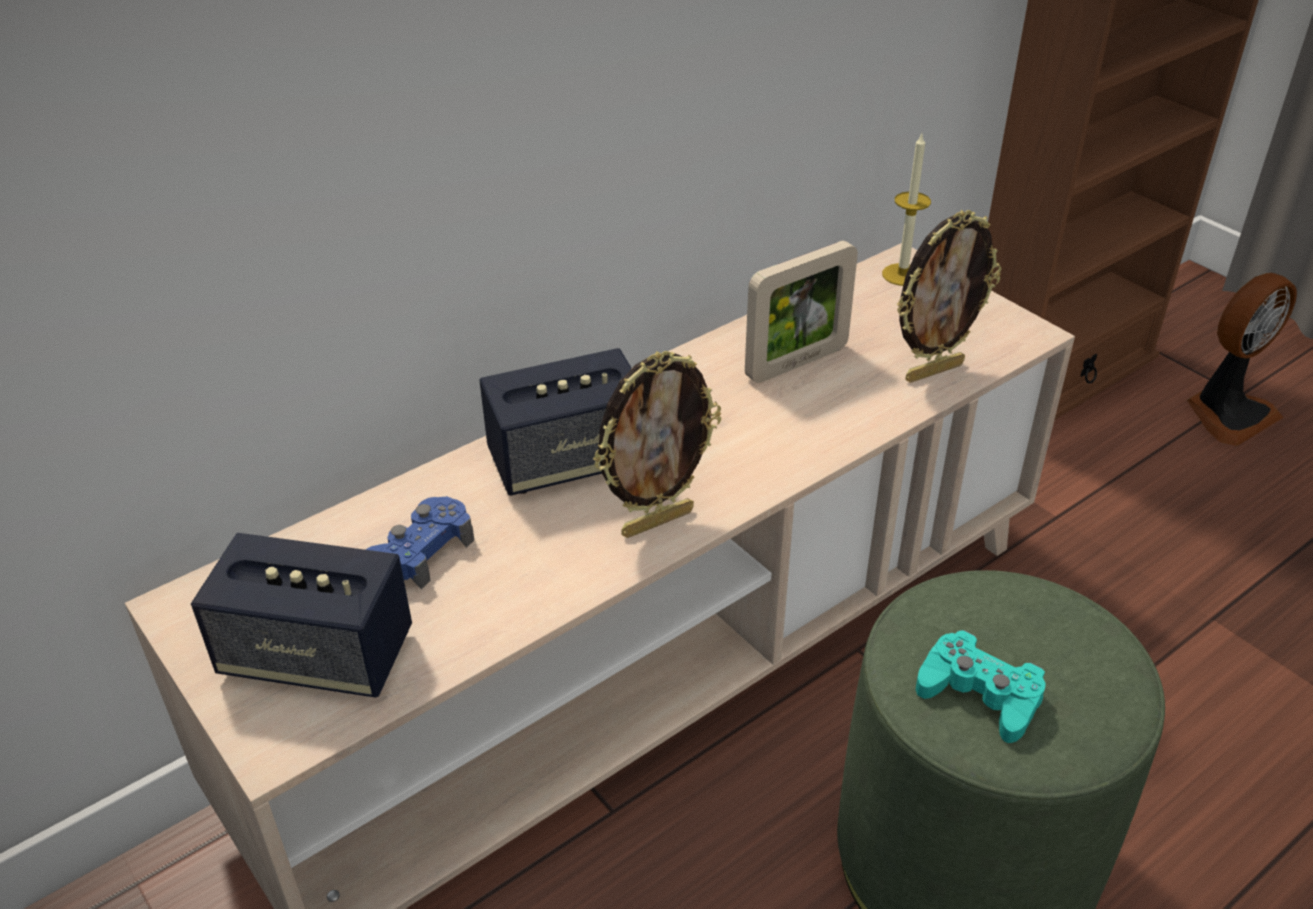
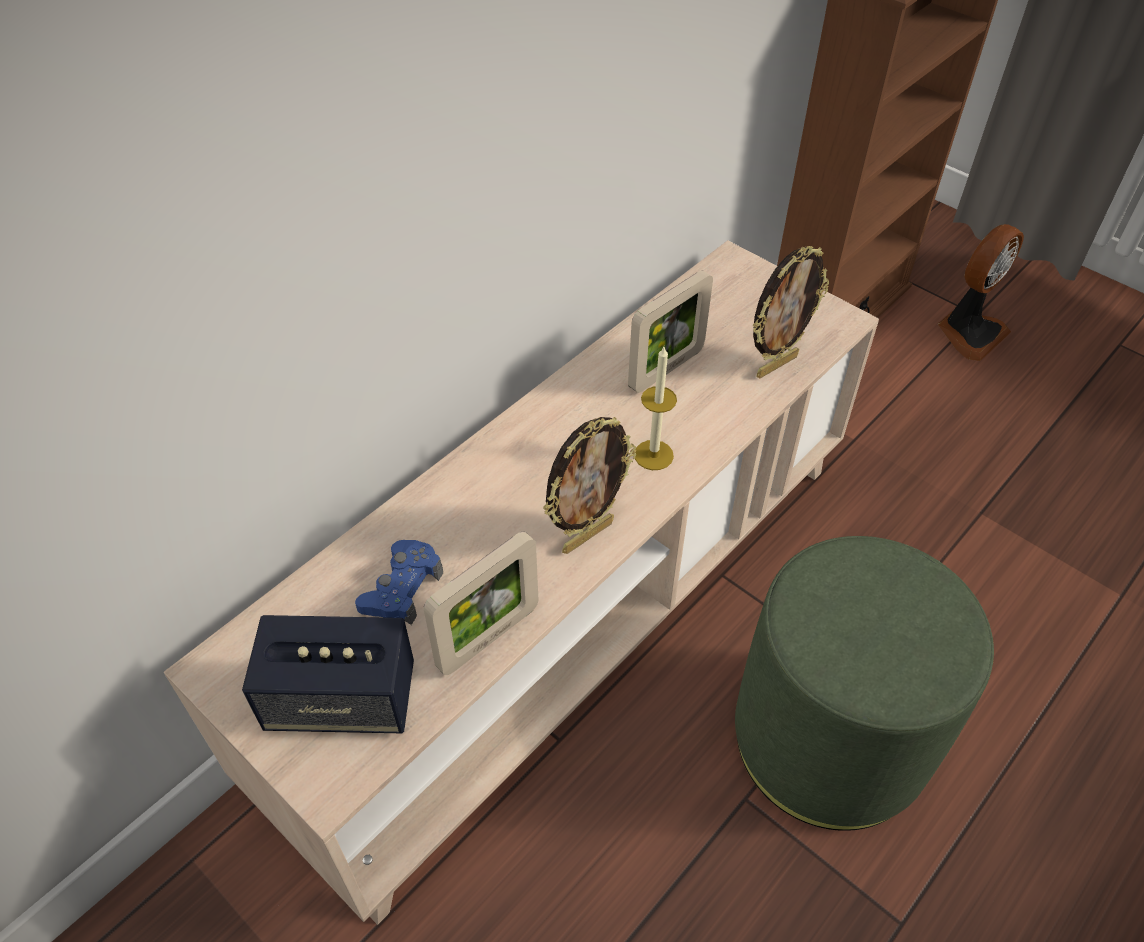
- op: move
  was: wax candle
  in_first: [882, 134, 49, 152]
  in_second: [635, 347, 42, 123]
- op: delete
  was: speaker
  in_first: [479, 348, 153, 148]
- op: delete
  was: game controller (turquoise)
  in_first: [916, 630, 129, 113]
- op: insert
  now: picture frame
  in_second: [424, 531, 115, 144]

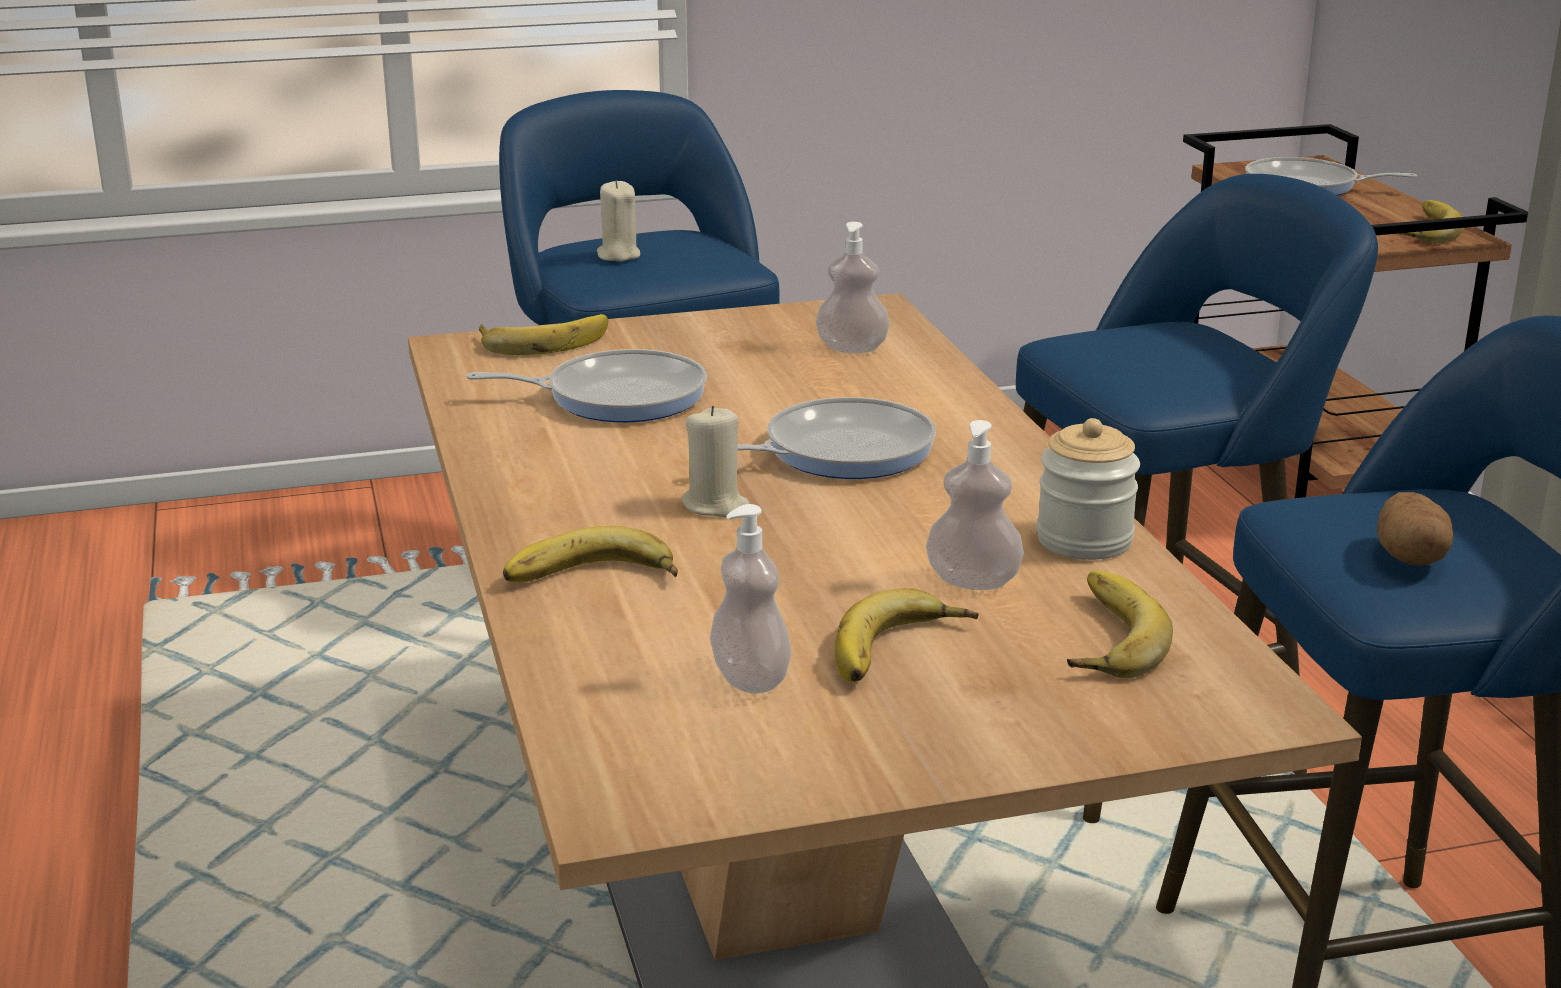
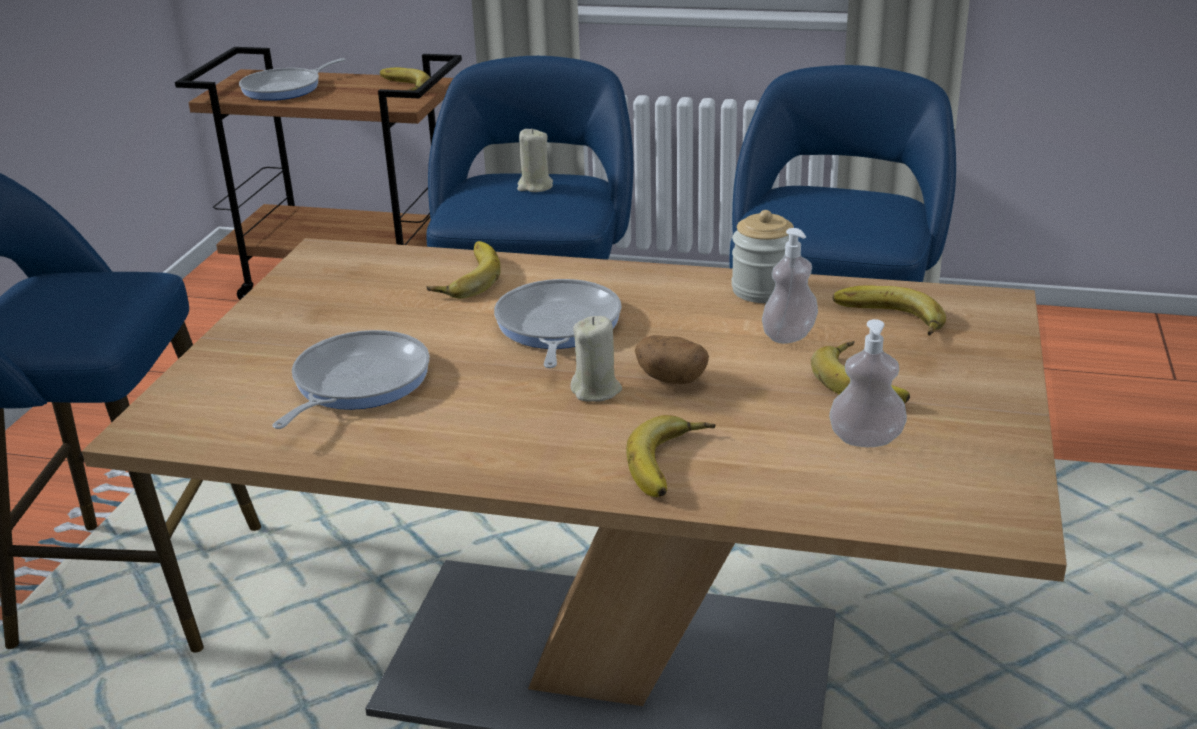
- op: move
  was: wax candle (sand-coloured)
  in_first: [597, 180, 43, 81]
  in_second: [517, 128, 36, 64]
- op: delete
  was: liquid soap bottle
  in_first: [816, 222, 74, 131]
- op: move
  was: whole banana
  in_first: [479, 314, 129, 41]
  in_second: [426, 241, 75, 58]
- op: move
  was: potato
  in_first: [1377, 492, 76, 73]
  in_second: [635, 335, 74, 49]

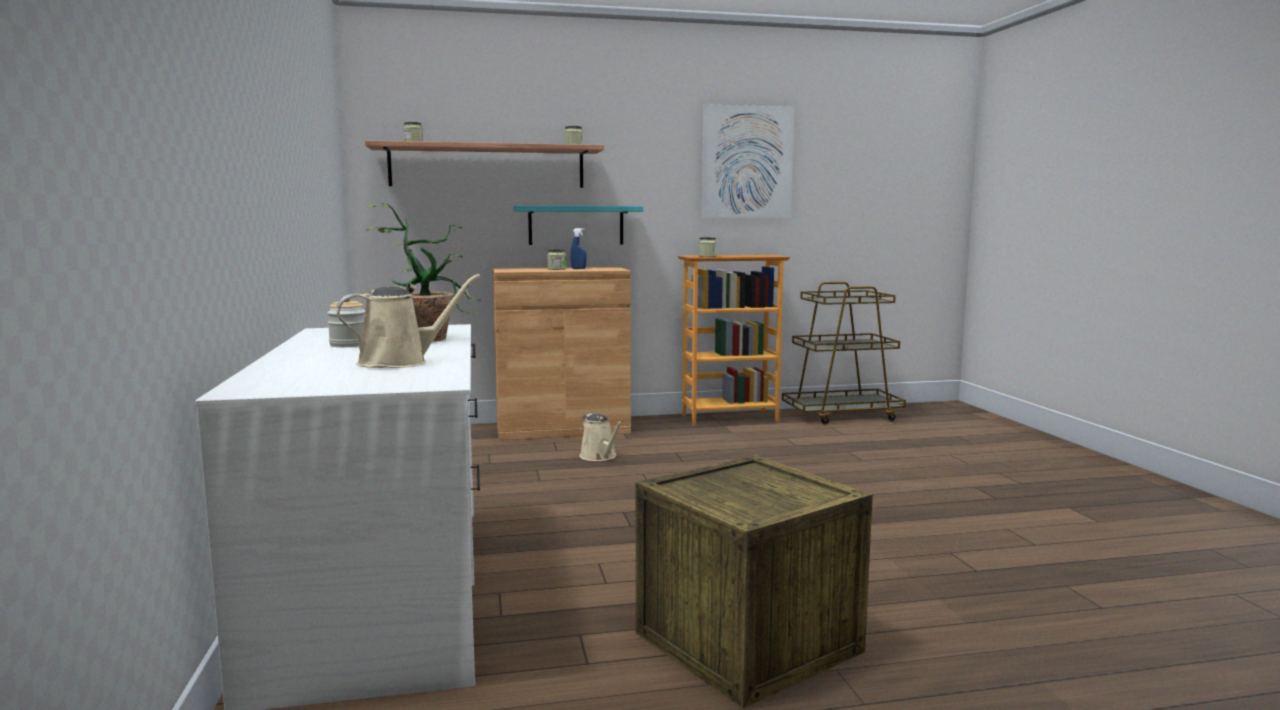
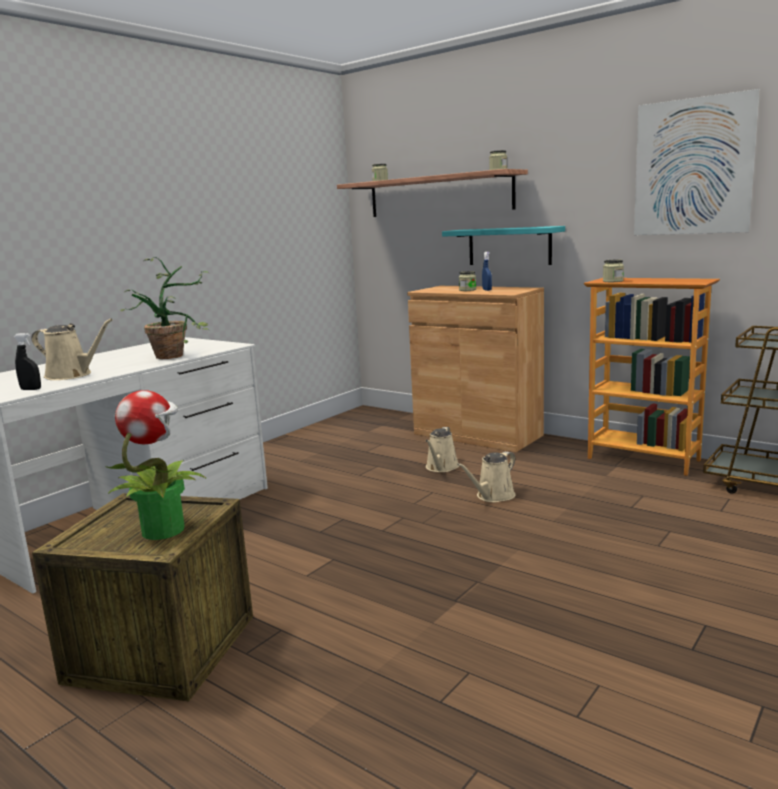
- op: delete
  was: preserve jar
  in_first: [327, 295, 38, 52]
- op: insert
  now: spray bottle (black-coloured)
  in_second: [14, 333, 27, 57]
- op: insert
  now: plant in a pot
  in_second: [104, 390, 103, 150]
- op: insert
  now: watering can (sand-coloured)
  in_second: [457, 451, 58, 51]

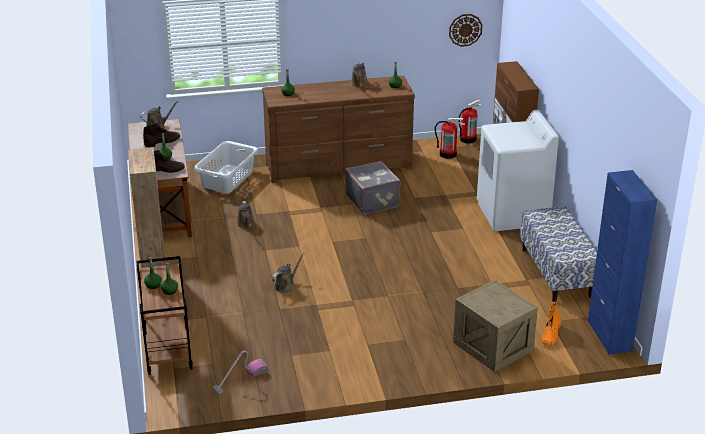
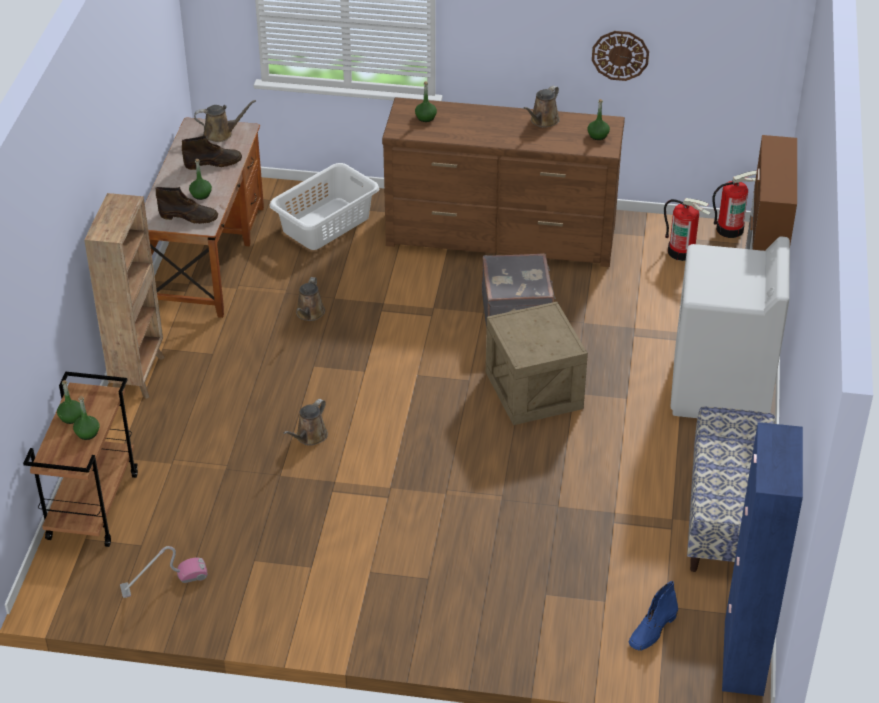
- op: move
  was: wall clock
  in_first: [449, 14, 33, 33]
  in_second: [592, 31, 57, 50]
- op: rotate
  was: watering can (brownish)
  in_first: [272, 253, 32, 40]
  in_second: [283, 399, 45, 47]
  clockwise: 150
- op: move
  was: crate
  in_first: [453, 280, 85, 92]
  in_second: [486, 302, 102, 123]
- op: recolor
  was: boot (orangey)
  now: boot (bluish)
  in_first: [542, 302, 19, 44]
  in_second: [629, 581, 49, 70]

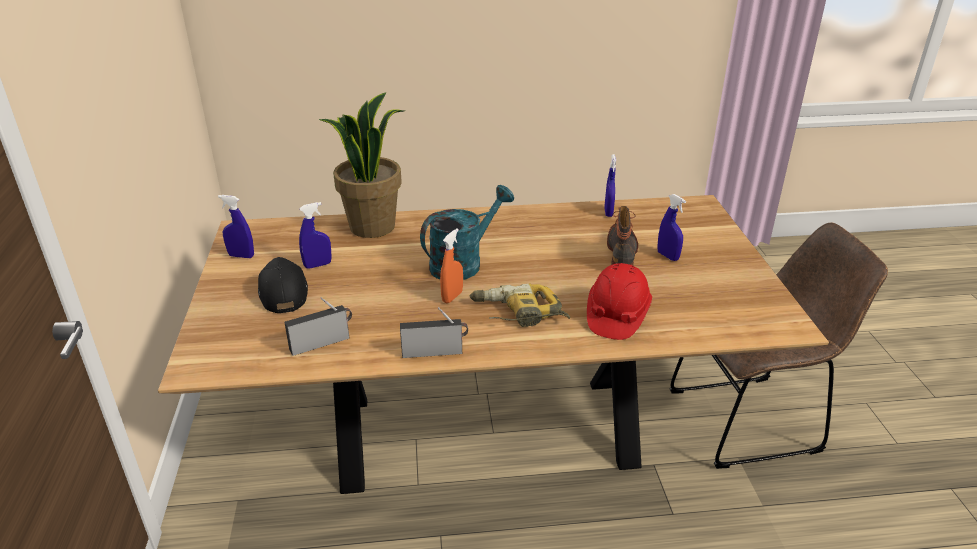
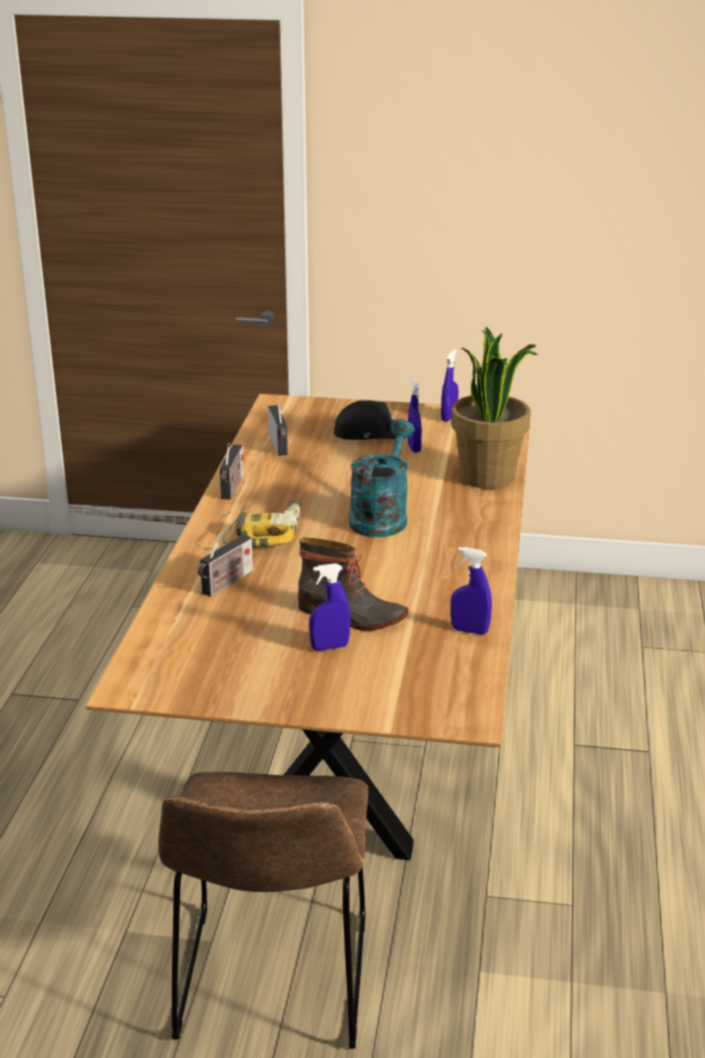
- op: rotate
  was: watering can (turquoise)
  in_first: [420, 185, 94, 95]
  in_second: [349, 419, 66, 118]
  clockwise: -135
- op: delete
  was: spray bottle (orangey)
  in_first: [440, 229, 23, 74]
- op: replace
  was: safety helmet (red)
  now: radio set
  in_first: [587, 263, 65, 77]
  in_second: [198, 533, 55, 64]

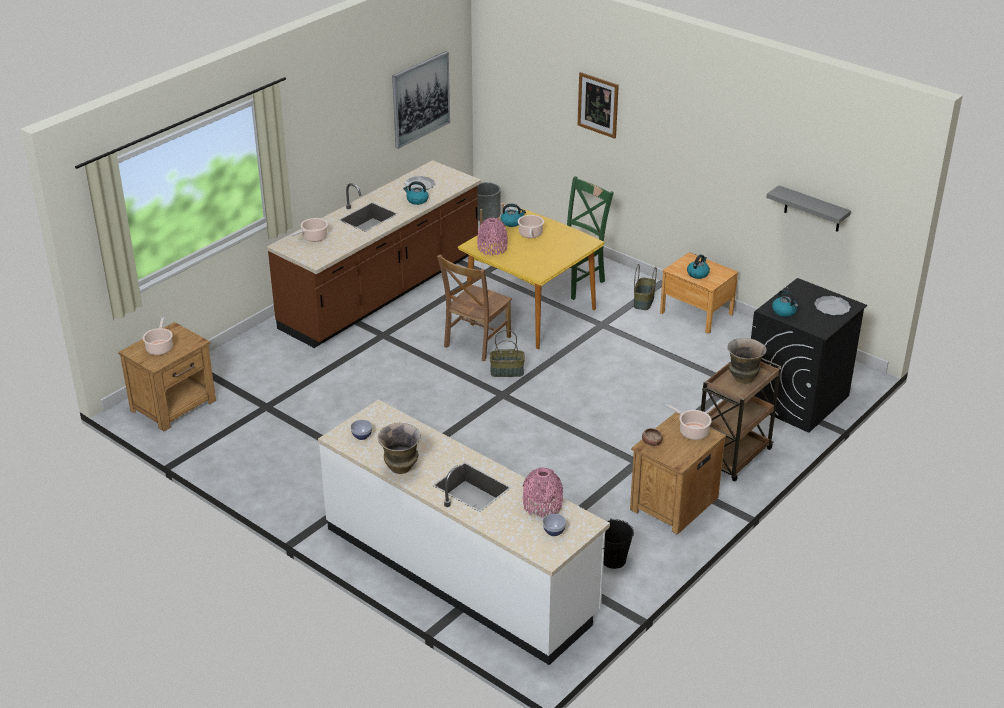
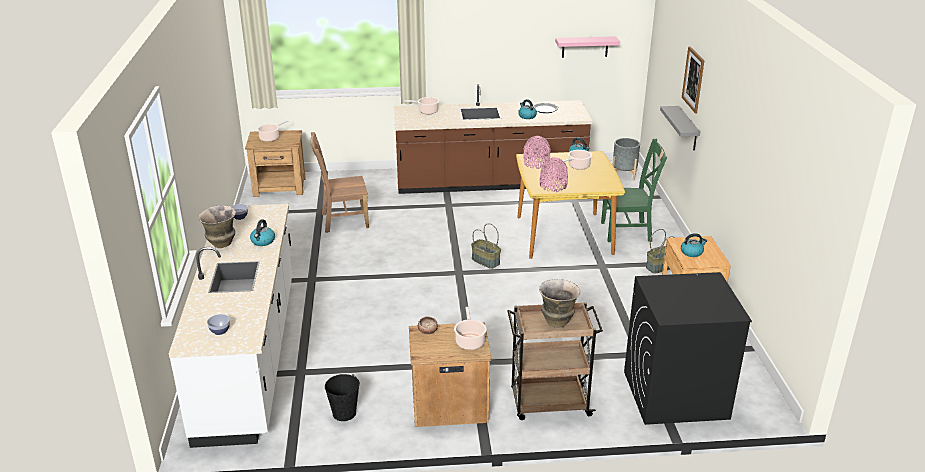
- op: replace
  was: wall art
  now: wall shelf (pink)
  in_first: [392, 51, 58, 98]
  in_second: [555, 36, 65, 22]
- op: move
  was: wall shelf (greyish)
  in_first: [766, 185, 85, 47]
  in_second: [660, 106, 40, 44]
- op: move
  was: upright chair (brownish)
  in_first: [437, 255, 75, 106]
  in_second: [310, 132, 59, 101]
- op: move
  was: tea kettle
  in_first: [772, 290, 26, 27]
  in_second: [250, 220, 25, 26]
- op: delete
  was: flat dish
  in_first: [814, 296, 37, 19]
- op: move
  was: vase (pink)
  in_first: [523, 468, 40, 50]
  in_second: [540, 157, 28, 35]

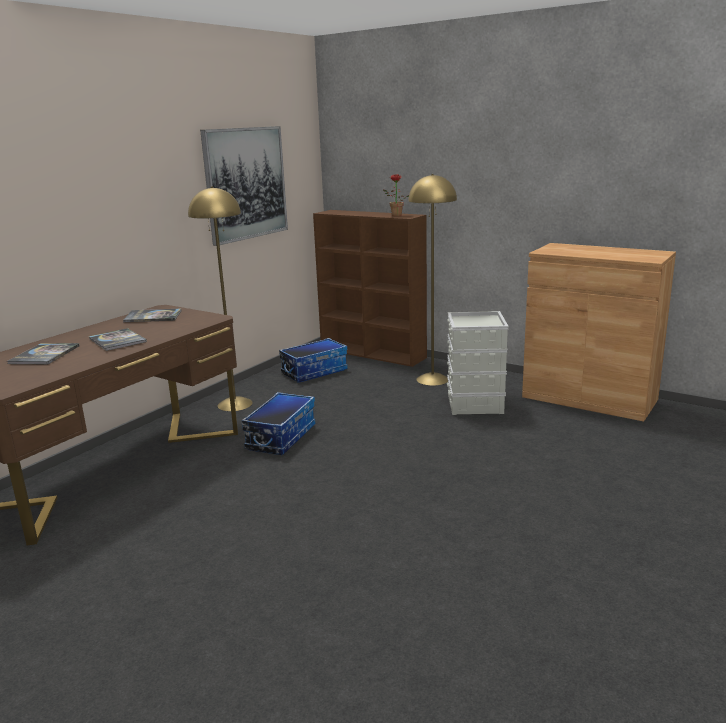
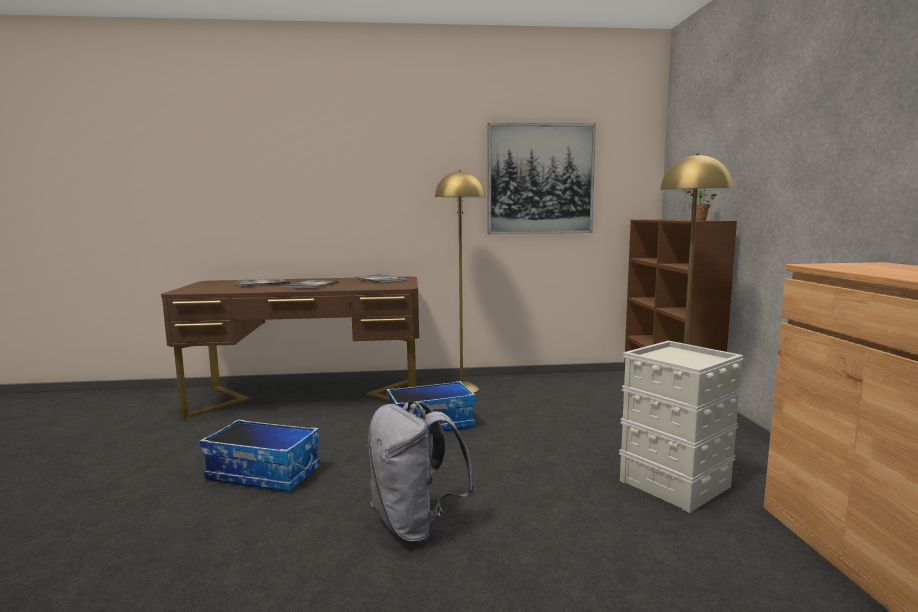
- op: move
  was: storage bin
  in_first: [279, 338, 69, 44]
  in_second: [200, 419, 120, 73]
- op: insert
  now: backpack (greyish)
  in_second: [367, 401, 109, 143]

